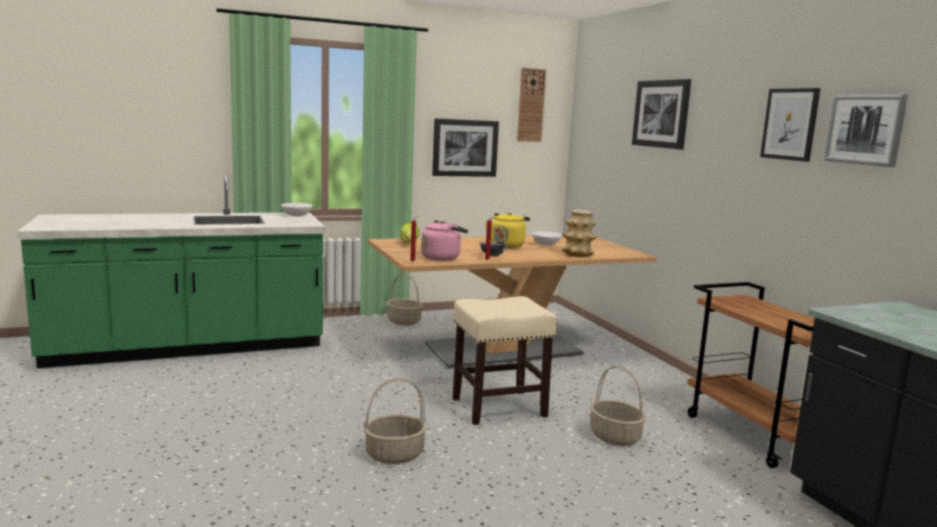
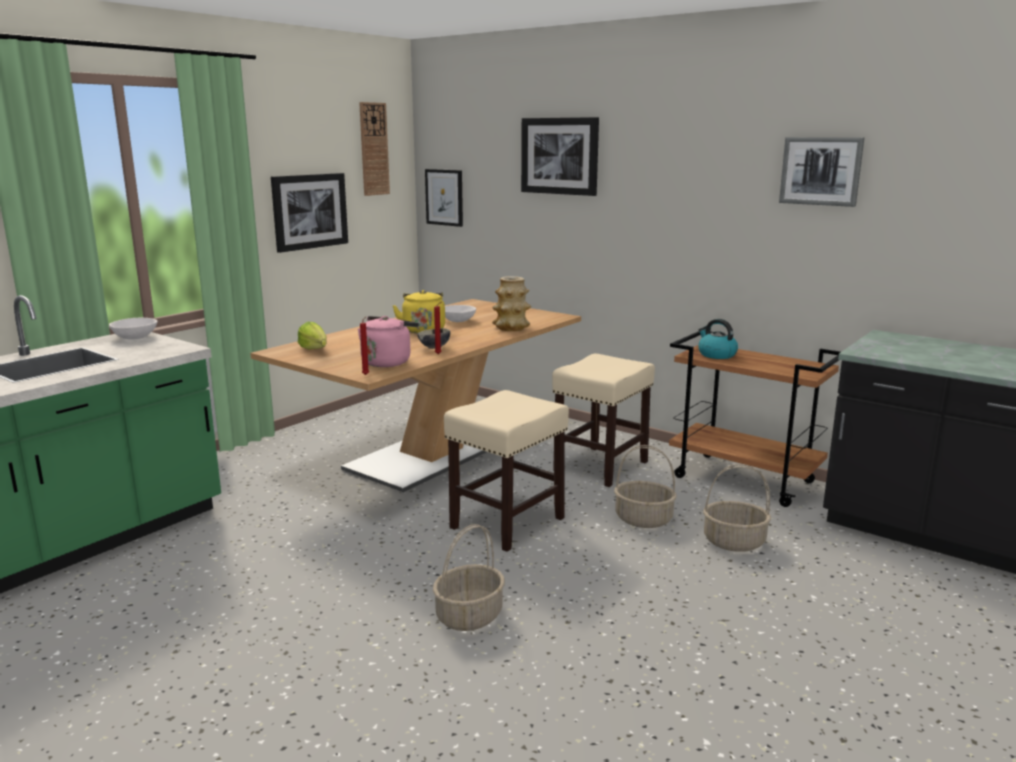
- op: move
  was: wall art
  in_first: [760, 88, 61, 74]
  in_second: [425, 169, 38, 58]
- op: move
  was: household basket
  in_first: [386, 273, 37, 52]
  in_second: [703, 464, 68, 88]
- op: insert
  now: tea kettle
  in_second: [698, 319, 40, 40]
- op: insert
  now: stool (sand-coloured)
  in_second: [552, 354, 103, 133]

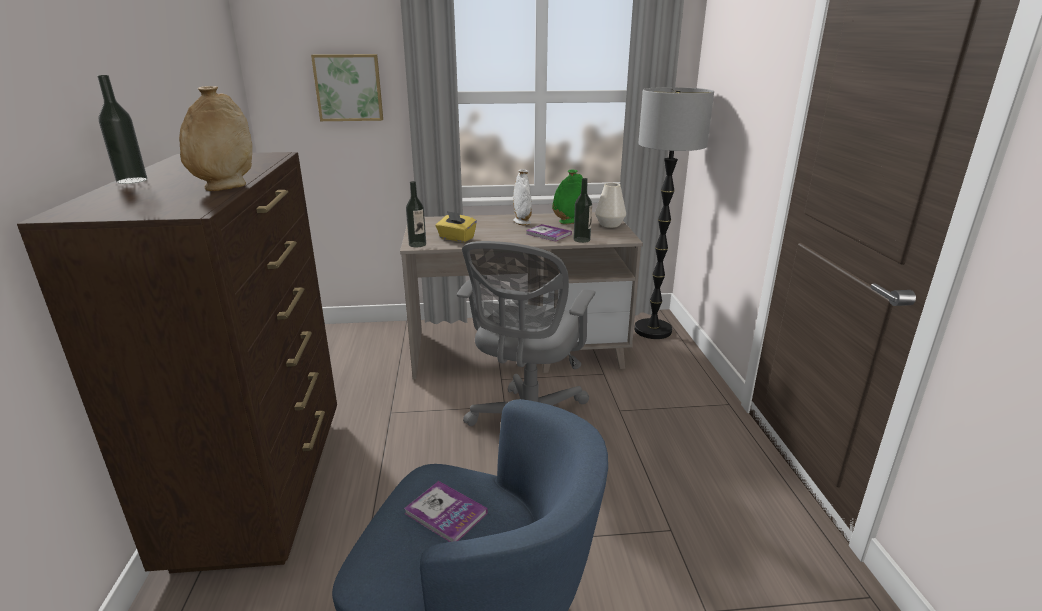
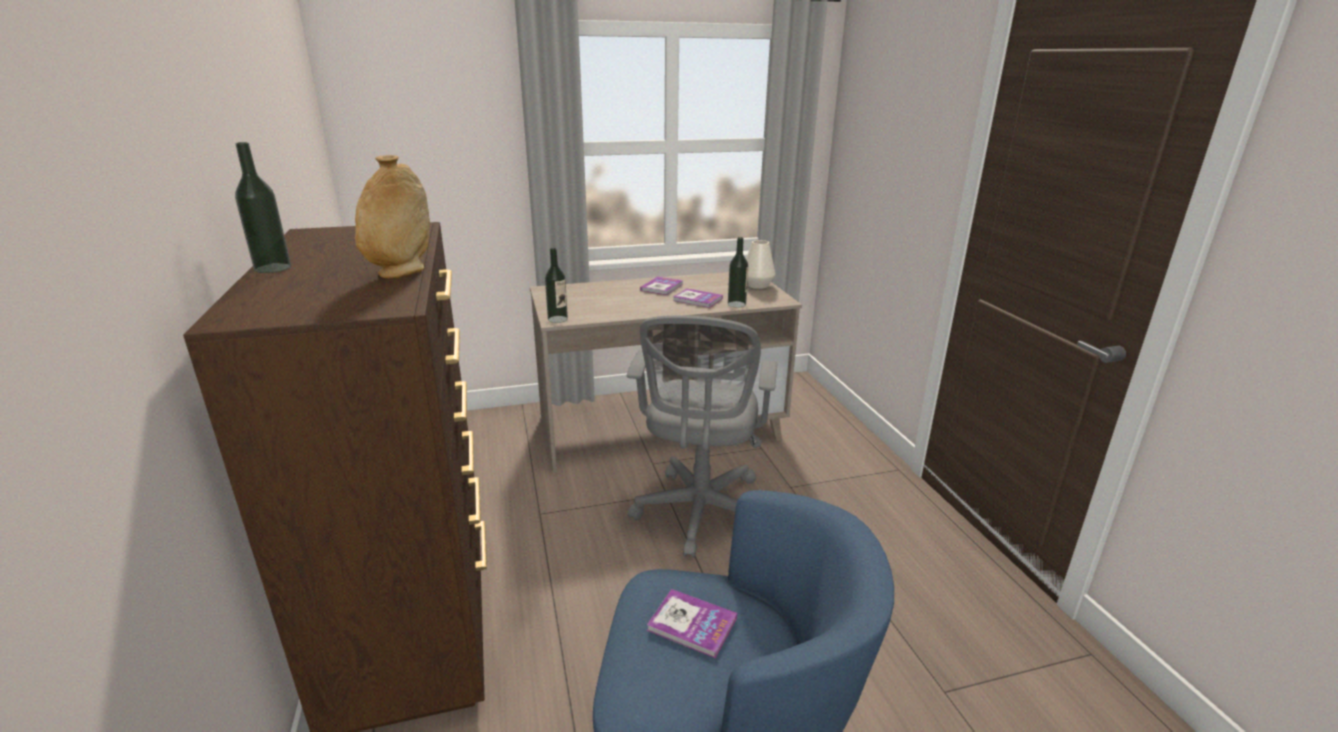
- op: delete
  was: wall art
  in_first: [311, 54, 72, 67]
- op: delete
  was: floor lamp
  in_first: [634, 87, 80, 252]
- op: replace
  was: vase (whitish)
  now: volume
  in_first: [513, 169, 19, 56]
  in_second: [640, 277, 43, 18]
- op: delete
  was: vase (green-coloured)
  in_first: [552, 170, 31, 54]
- op: delete
  was: tissue box (yellowish)
  in_first: [436, 211, 41, 31]

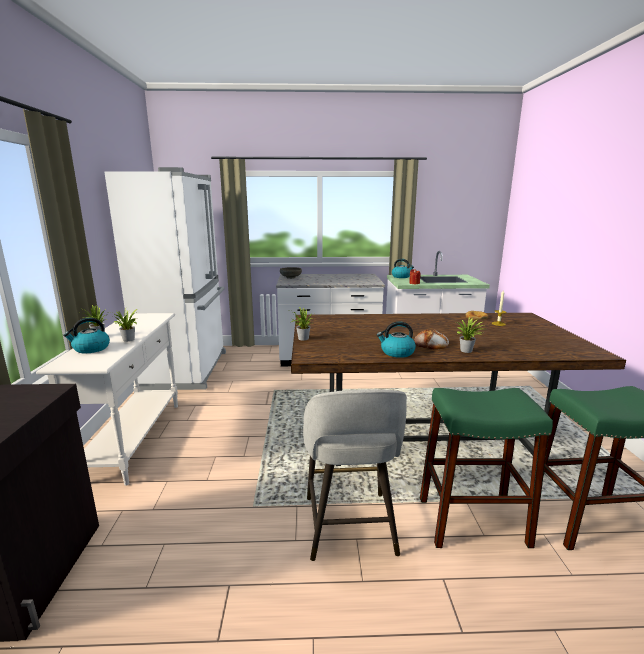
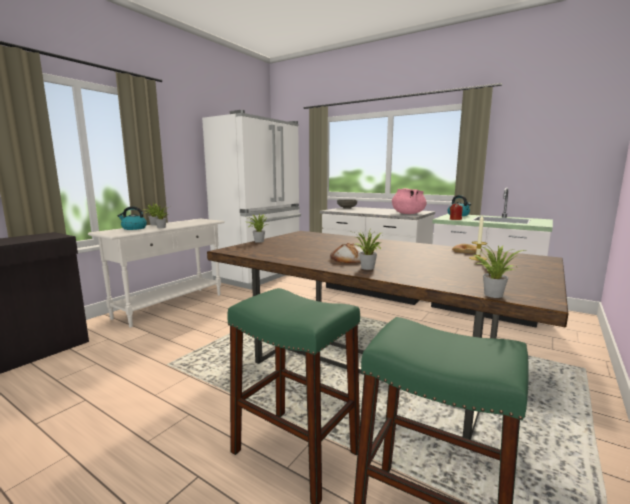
- op: delete
  was: tea kettle
  in_first: [377, 322, 39, 36]
- op: delete
  was: stool (greyish)
  in_first: [303, 389, 104, 172]
- op: insert
  now: cooking pot (pink)
  in_second: [392, 188, 35, 26]
- op: insert
  now: plant in a pot
  in_second: [474, 246, 52, 52]

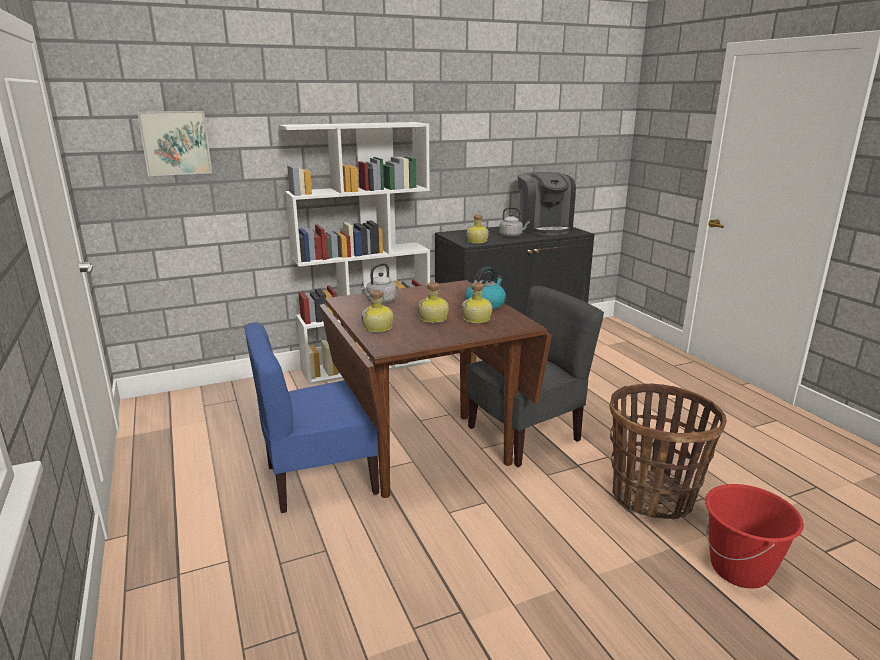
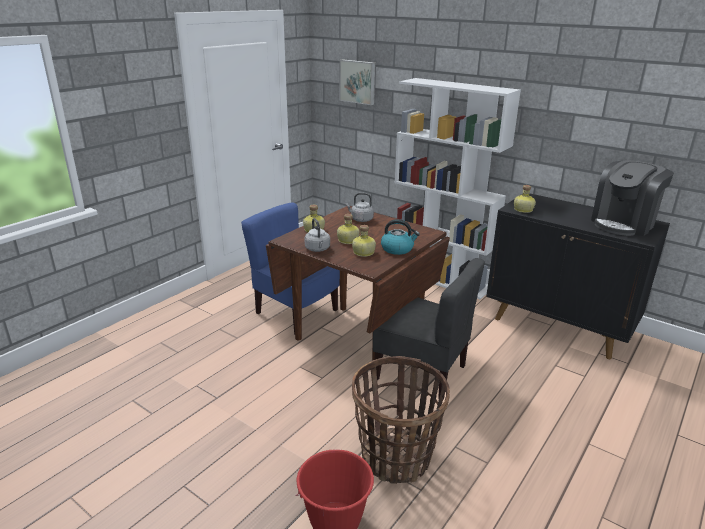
- op: move
  was: tea kettle (greyish)
  in_first: [499, 207, 31, 30]
  in_second: [305, 218, 25, 34]

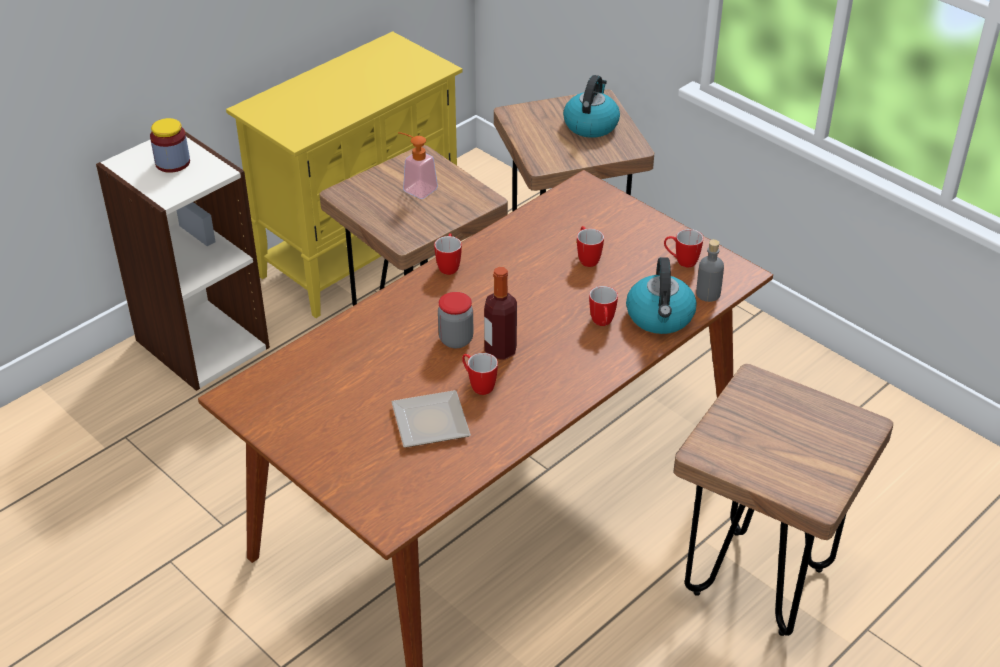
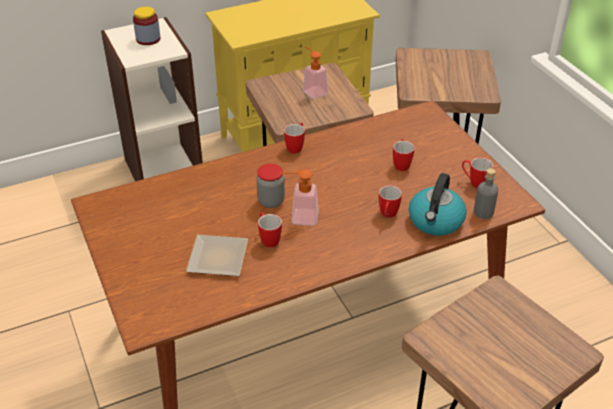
- op: delete
  was: tea kettle
  in_first: [563, 75, 57, 63]
- op: replace
  was: drink bottle
  now: liquid soap bottle
  in_first: [484, 267, 33, 93]
  in_second: [280, 169, 39, 56]

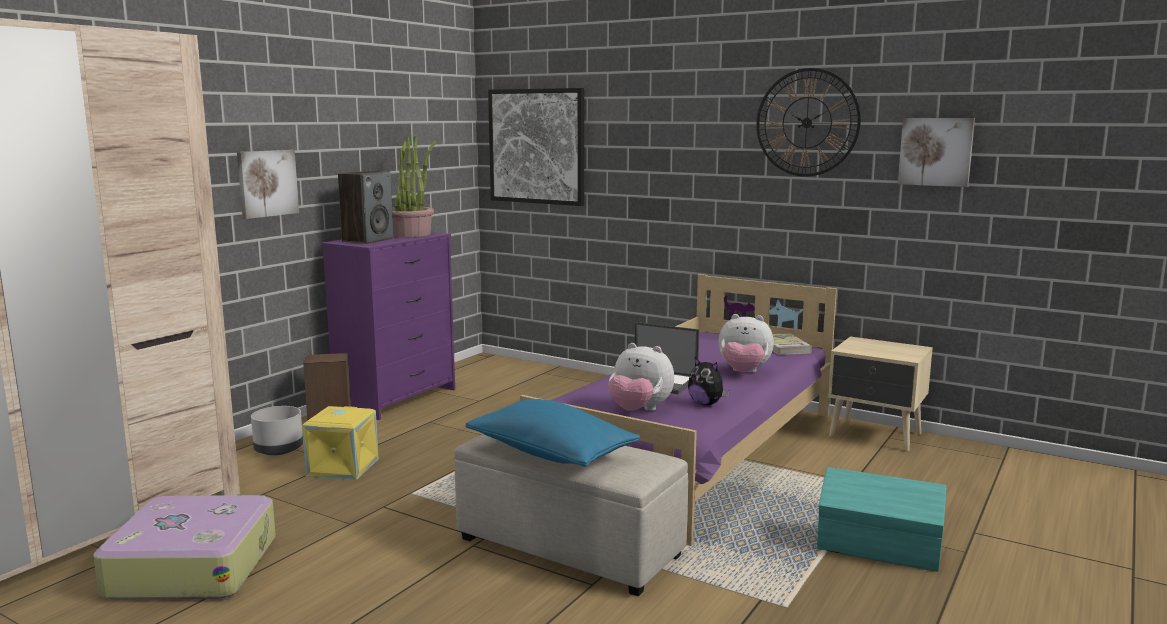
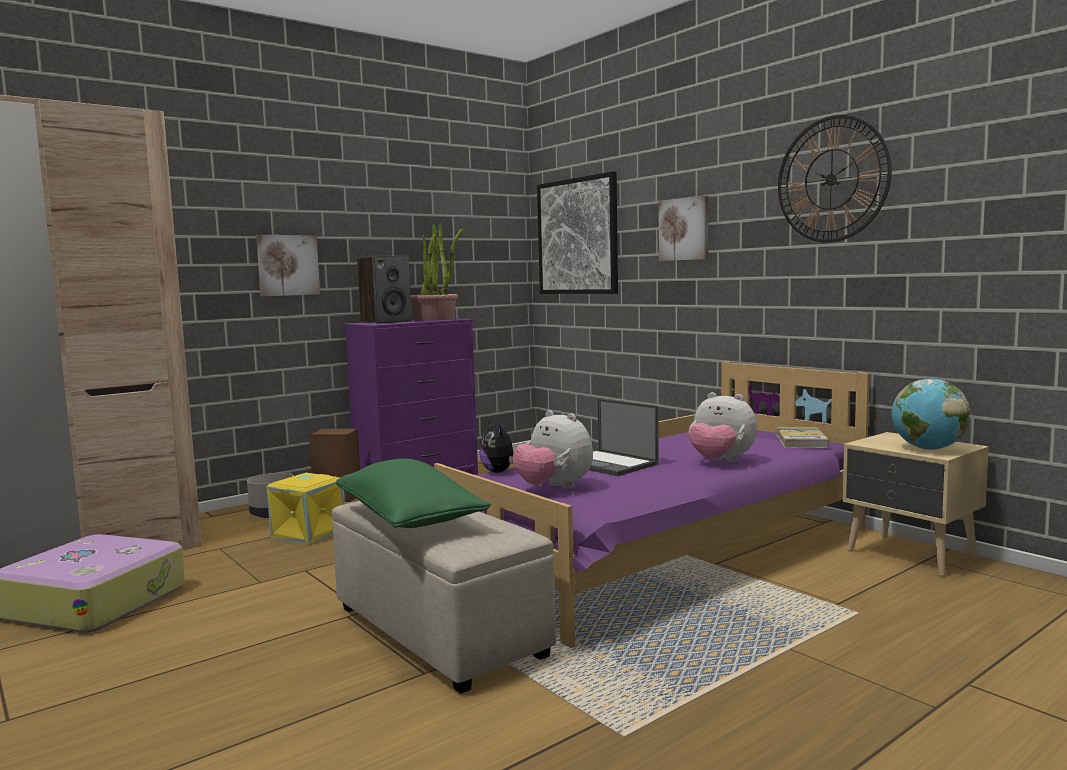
- op: move
  was: wall art
  in_first: [898, 118, 77, 69]
  in_second: [659, 196, 50, 65]
- op: move
  was: soft toy
  in_first: [688, 357, 42, 49]
  in_second: [479, 421, 35, 52]
- op: recolor
  was: cushion (bluish)
  now: cushion (green-coloured)
  in_first: [465, 399, 175, 68]
  in_second: [336, 459, 155, 69]
- op: delete
  was: storage bin (turquoise)
  in_first: [817, 467, 129, 105]
- op: insert
  now: world globe
  in_second: [892, 379, 78, 71]

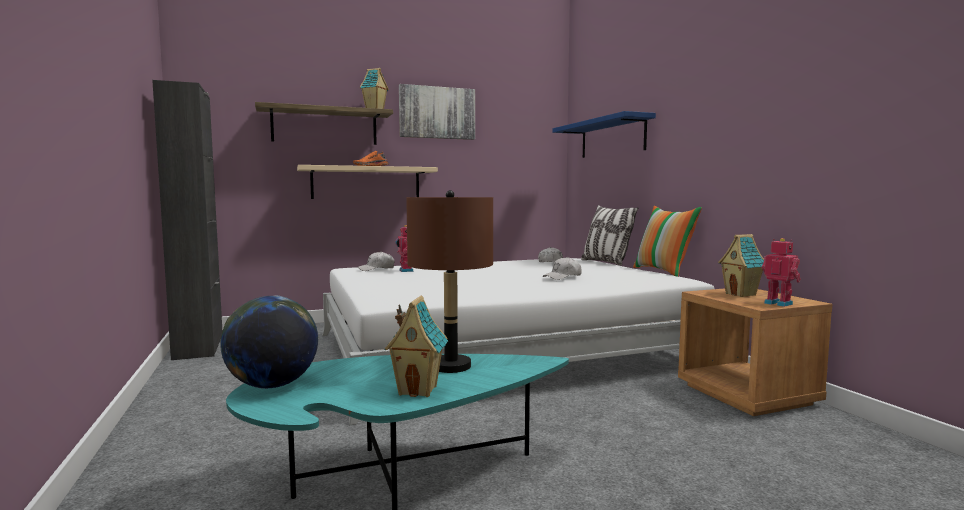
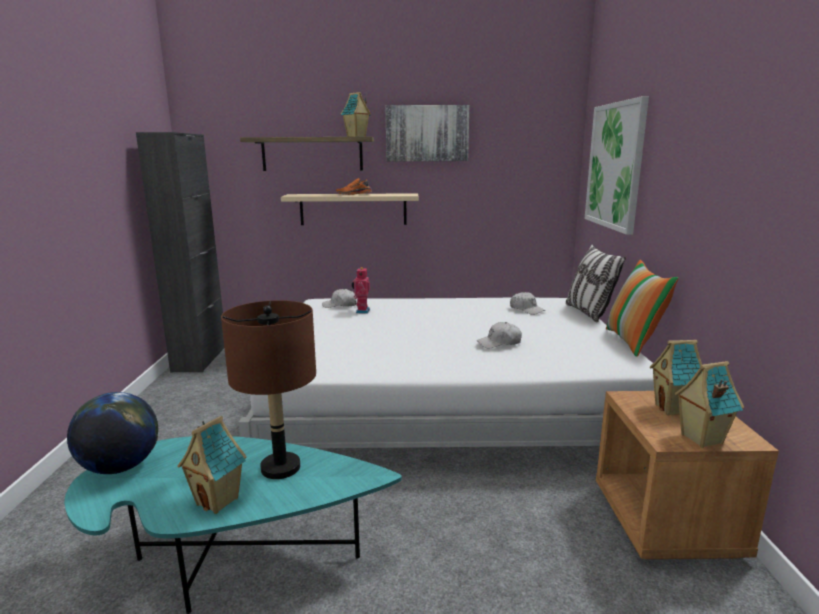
- op: replace
  was: wall shelf (bluish)
  now: wall art
  in_first: [552, 111, 104, 47]
  in_second: [584, 96, 65, 139]
- op: replace
  was: robot figure
  now: miniature house
  in_first: [762, 238, 39, 69]
  in_second: [674, 361, 70, 87]

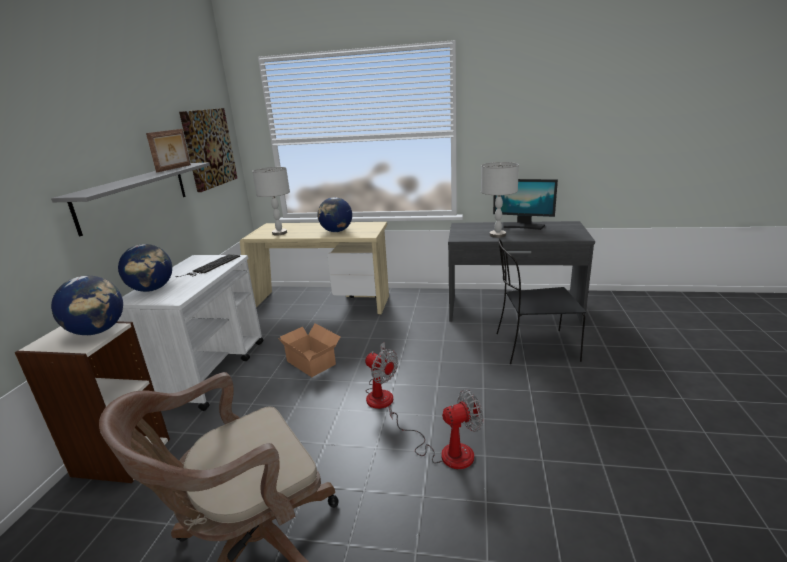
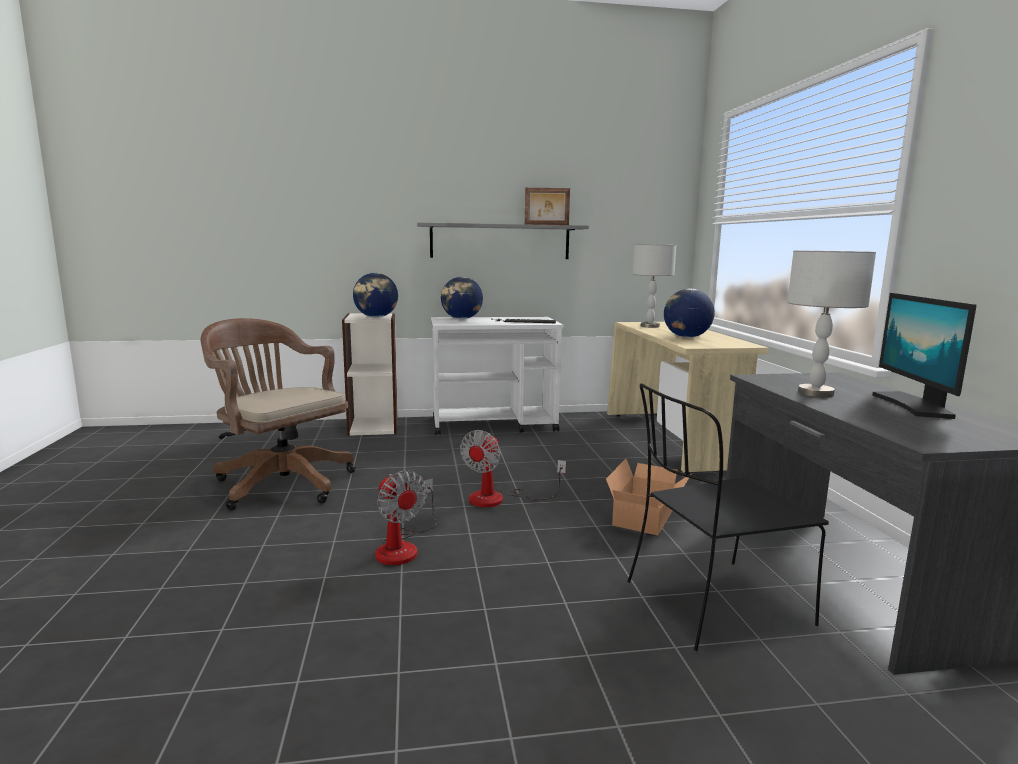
- op: delete
  was: wall art
  in_first: [179, 108, 58, 84]
- op: rotate
  was: upright chair (black-coloured)
  in_first: [496, 239, 90, 125]
  in_second: [627, 383, 202, 268]
  clockwise: -90
- op: move
  was: carton
  in_first: [277, 324, 64, 53]
  in_second: [606, 459, 86, 77]

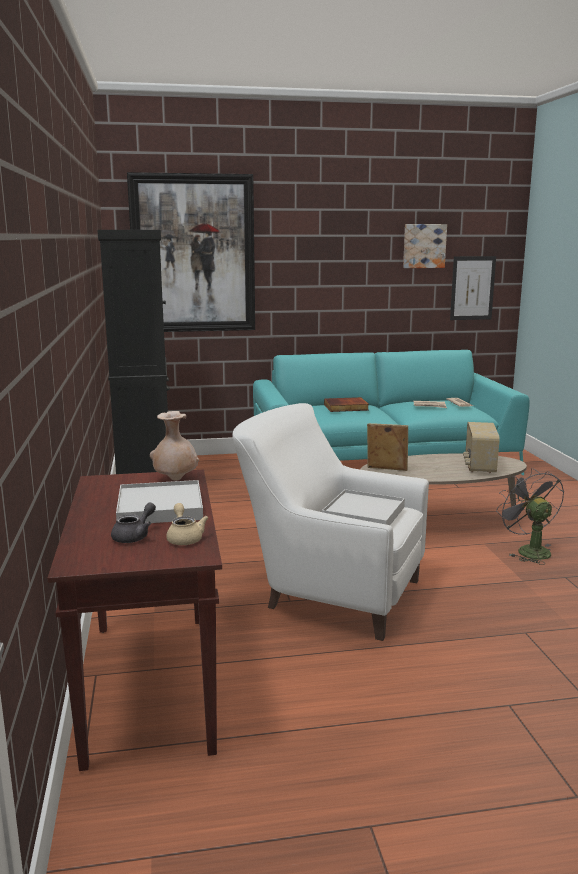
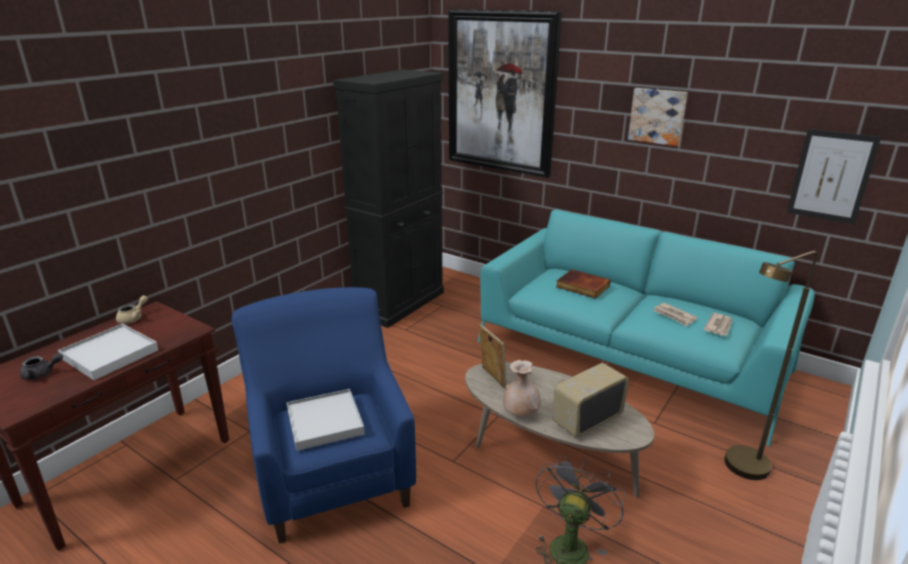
- op: move
  was: wall art
  in_first: [403, 224, 44, 44]
  in_second: [628, 88, 60, 58]
- op: recolor
  was: armchair (whitish)
  now: armchair (bluish)
  in_first: [232, 403, 197, 238]
  in_second: [232, 287, 184, 257]
- op: move
  was: vase (sand-coloured)
  in_first: [150, 411, 49, 70]
  in_second: [503, 360, 38, 56]
- op: move
  was: tea pot (sand-coloured)
  in_first: [166, 503, 42, 42]
  in_second: [116, 295, 32, 29]
- op: insert
  now: floor lamp (brownish)
  in_second: [724, 251, 93, 229]

